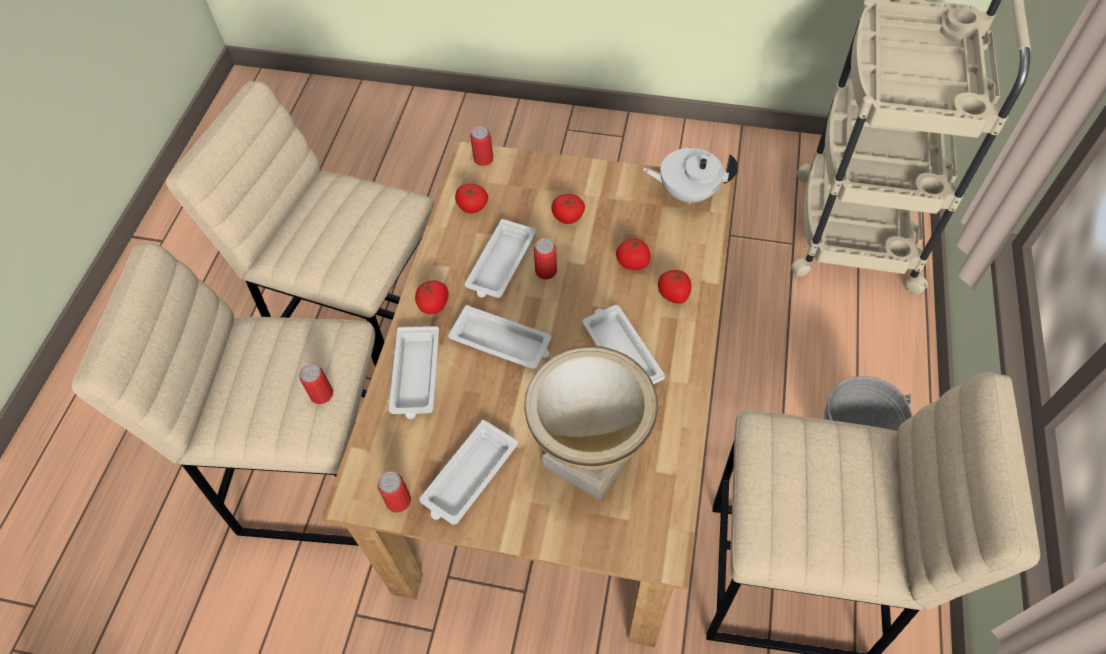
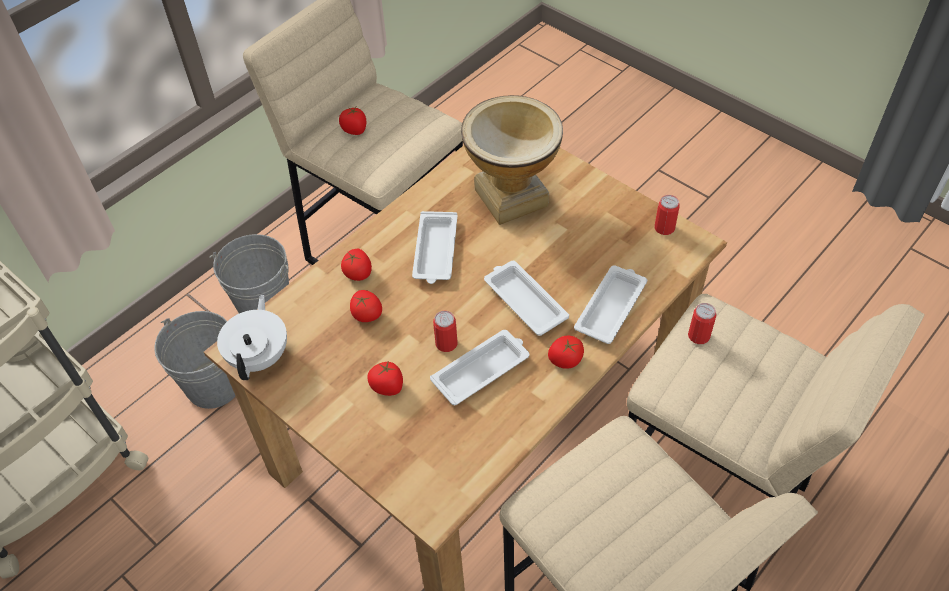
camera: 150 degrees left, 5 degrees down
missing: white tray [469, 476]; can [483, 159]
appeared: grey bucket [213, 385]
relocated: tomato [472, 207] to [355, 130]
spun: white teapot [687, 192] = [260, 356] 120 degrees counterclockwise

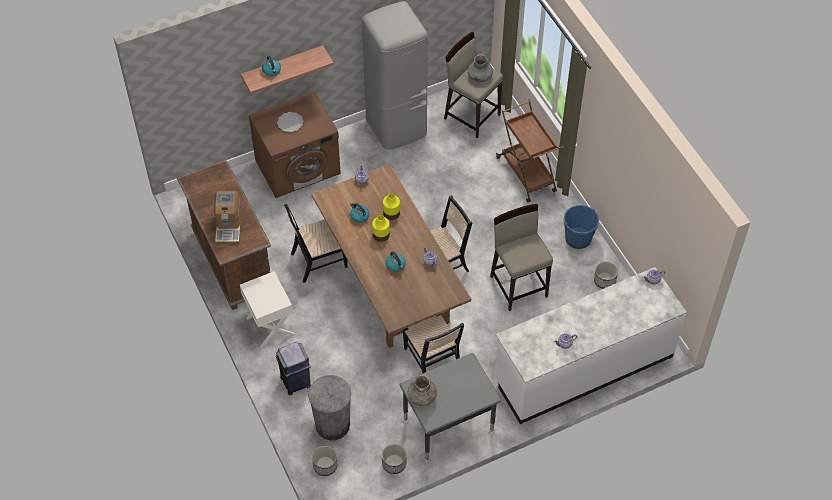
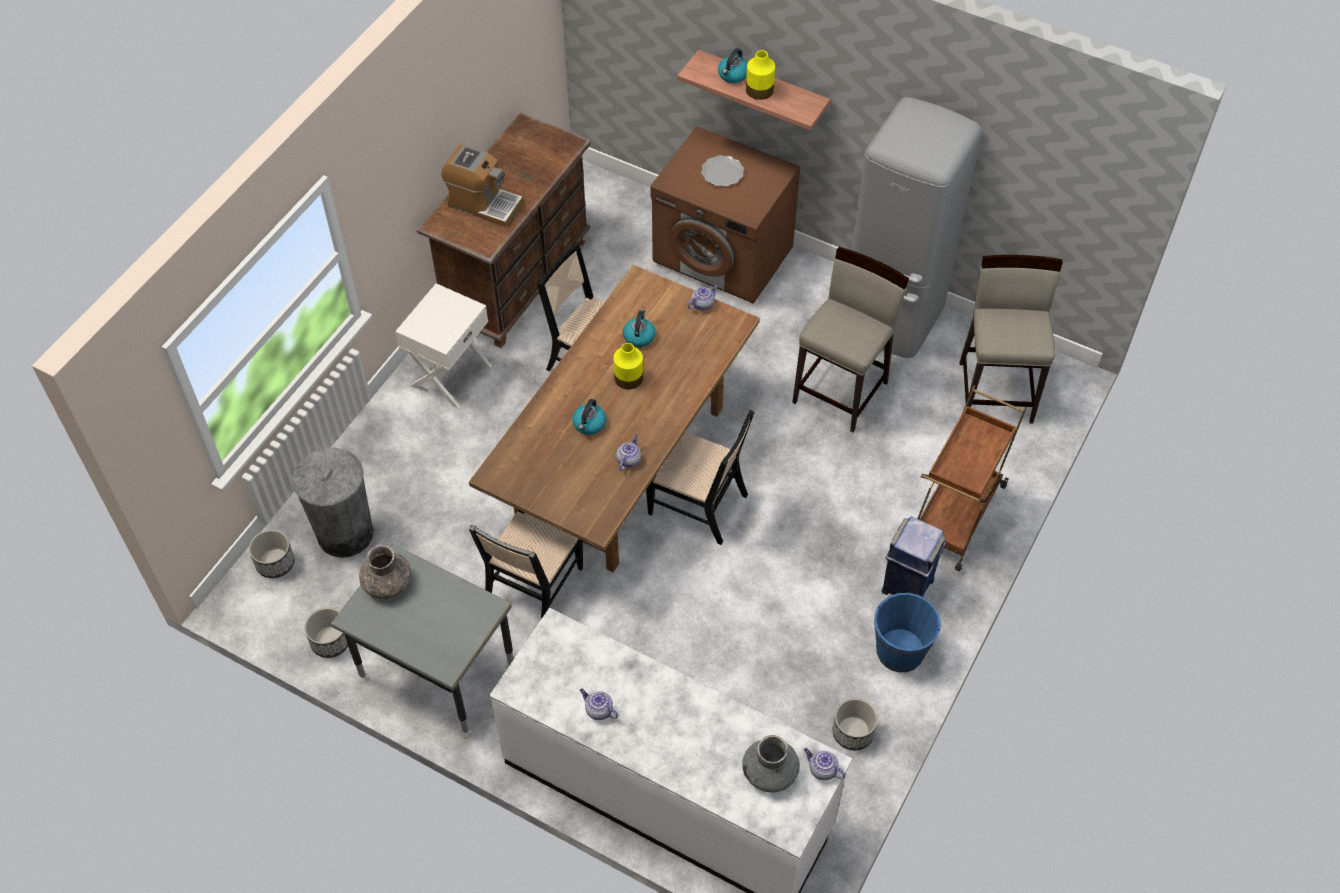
camera: 55 degrees right, 0 degrees up
relocated: grey vase [479, 76] to [770, 772]; yellow vase [391, 213] to [760, 90]; beige stool [519, 285] to [841, 392]; blue trash can [295, 382] to [906, 586]
spun: coffee machine [228, 226] = [484, 203] 120 degrees counterclockwise

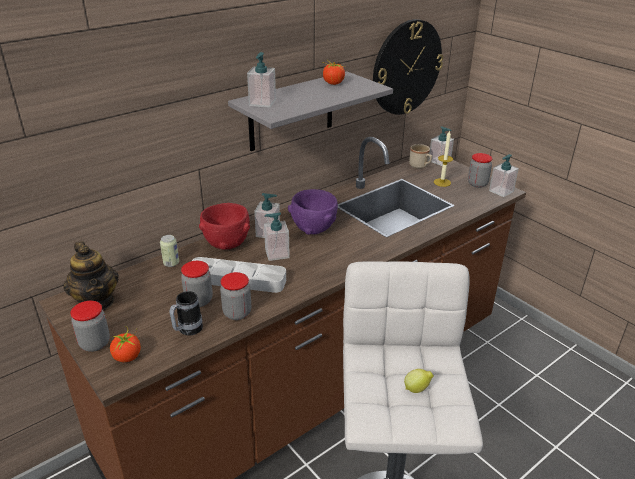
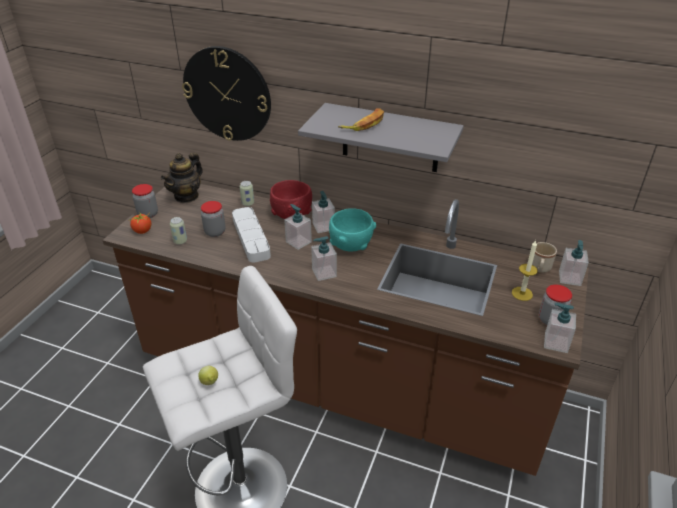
camera: 60 degrees right, 5 degrees up
missing: jar [237, 313]; tomato [333, 83]
appeared: banana [364, 124]
relocated: wall clock [406, 67] to [227, 94]; soap dispenser [262, 103] to [324, 273]
exchanged: mug [187, 331] to can [180, 241]
colour: purple bowl [313, 229] to turquoise bowl [351, 246]

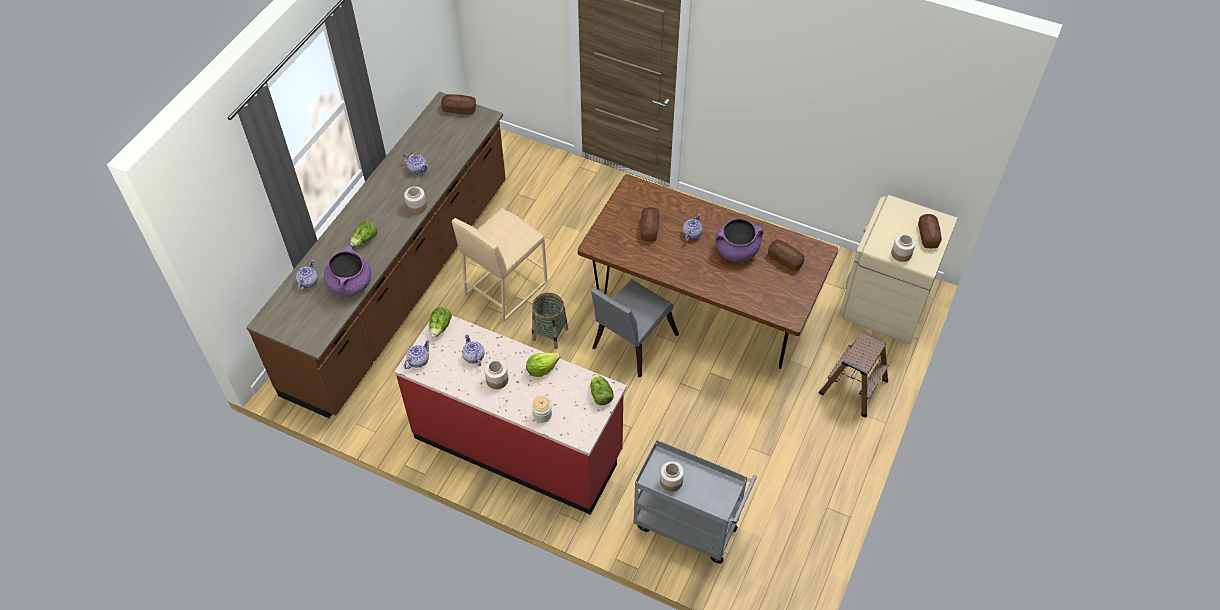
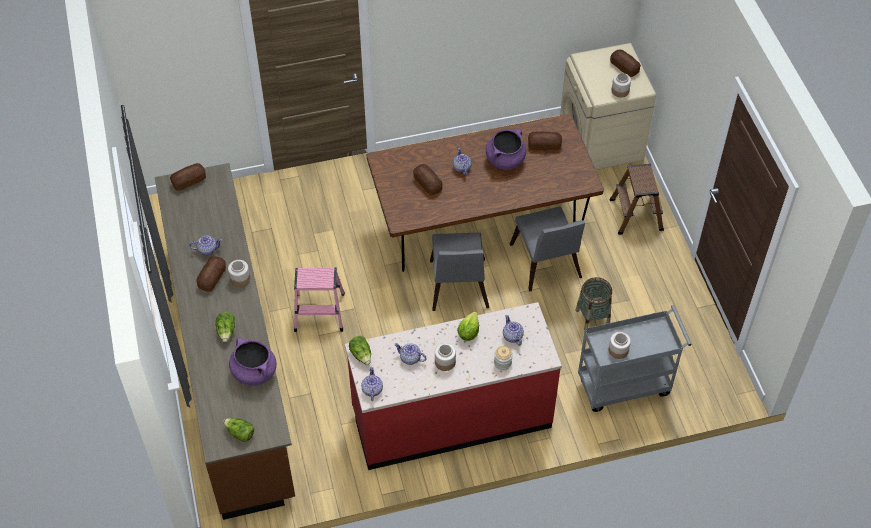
camera: 40 degrees left, 0 degrees up
appeared: bread [212, 278]; grey chair [546, 265]
relocated: lettuce [600, 394] to [240, 433]; teapot [308, 282] to [512, 336]; basket [550, 334] to [592, 317]
exchanged: beige stool [504, 288] to pink step ladder [319, 311]

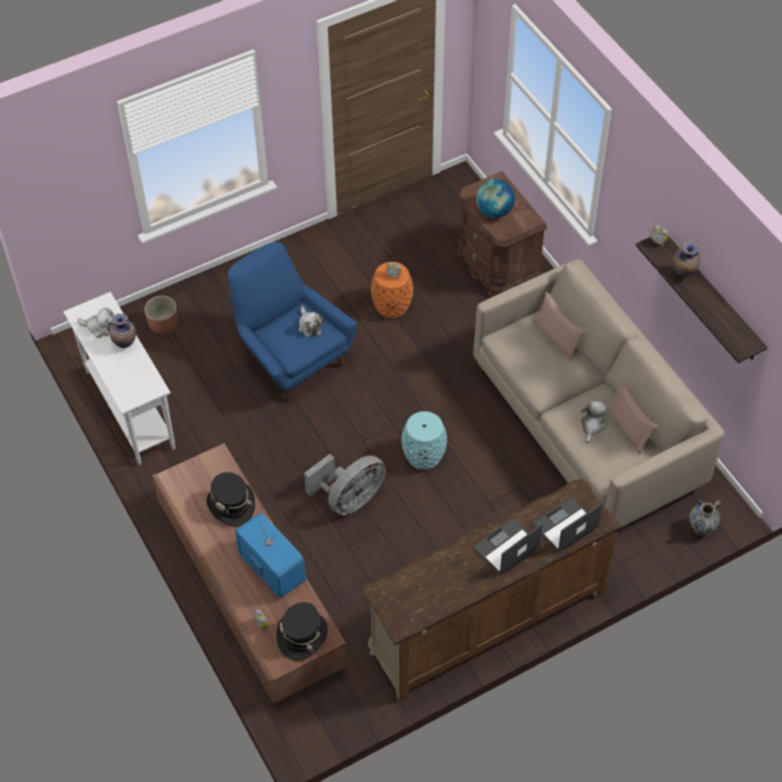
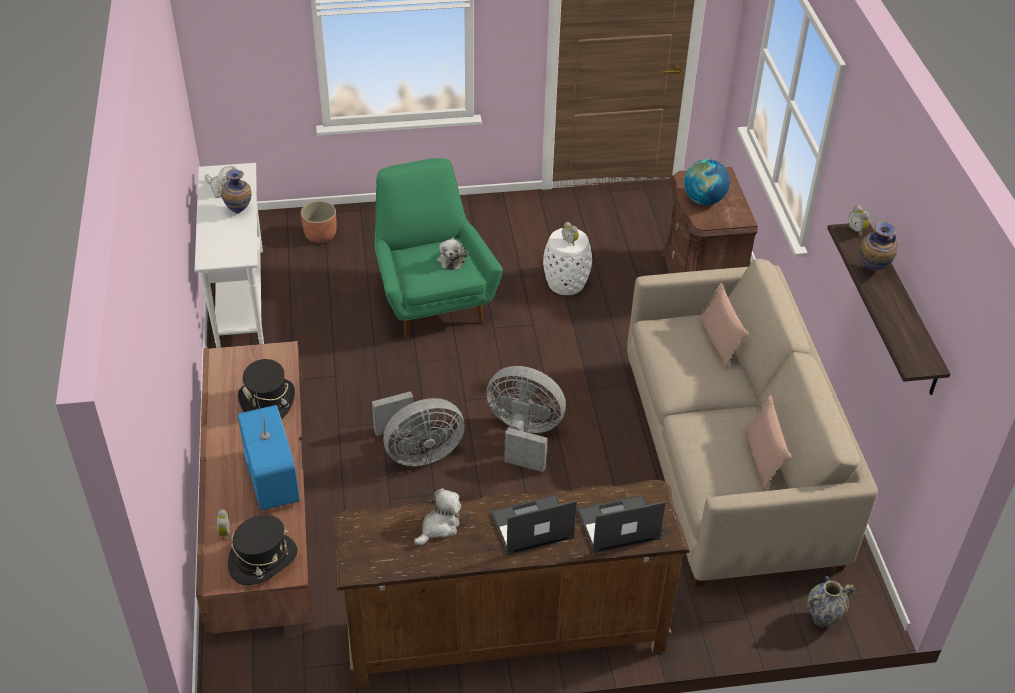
camera: 20 degrees right, 10 degrees down
relocated: plush toy [592, 426] to [439, 526]
exchanged: turquoise stool [423, 456] to grey fan [524, 435]
colour: blue armchair [291, 359] to green armchair [432, 301]; orange stool [392, 306] to white stool [566, 283]

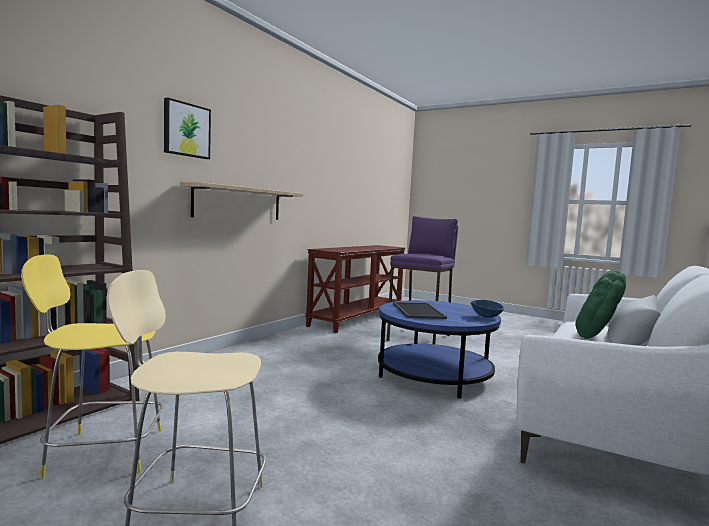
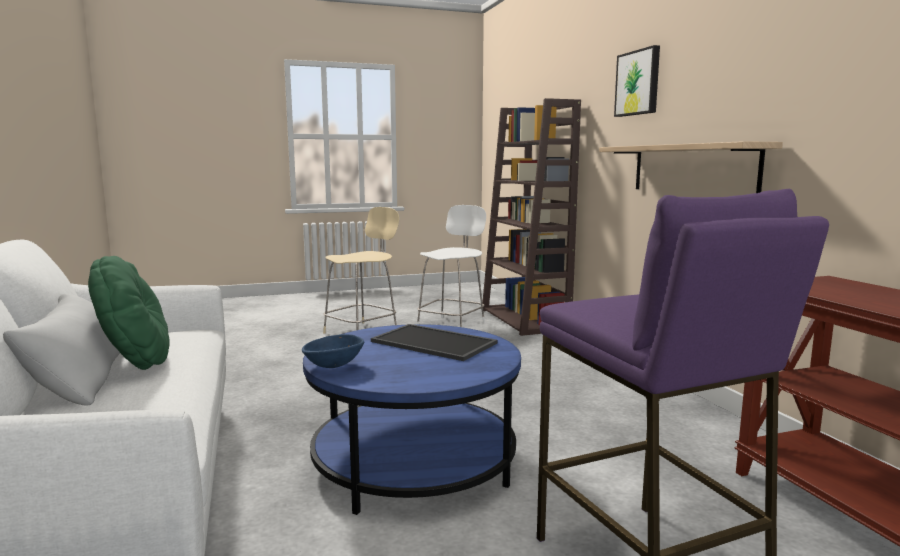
camera: 130 degrees right, 5 degrees up
colour: yellow stool [101, 451] to white stool [452, 325]

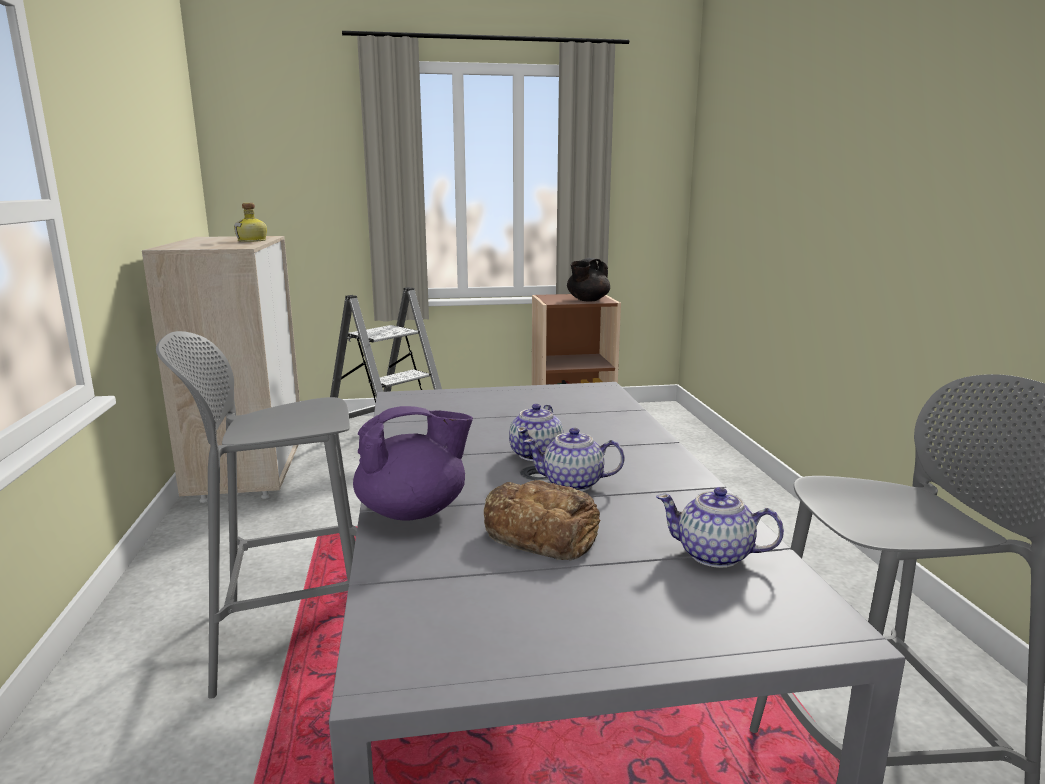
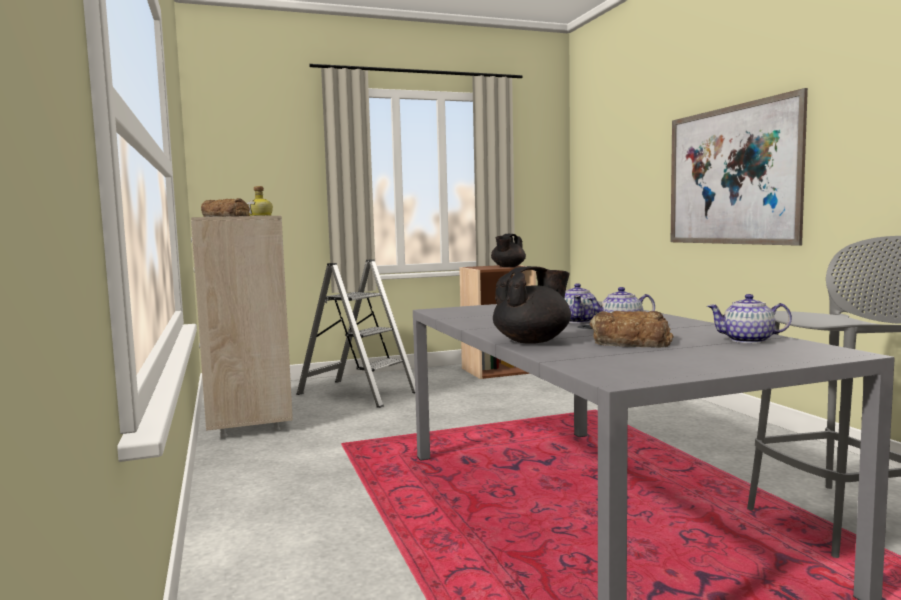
camera: 10 degrees left, 10 degrees down
missing: grey stool [289, 634]
appeared: bread [226, 216]; picture [730, 175]
colour: purple teapot [414, 511] to black teapot [533, 341]

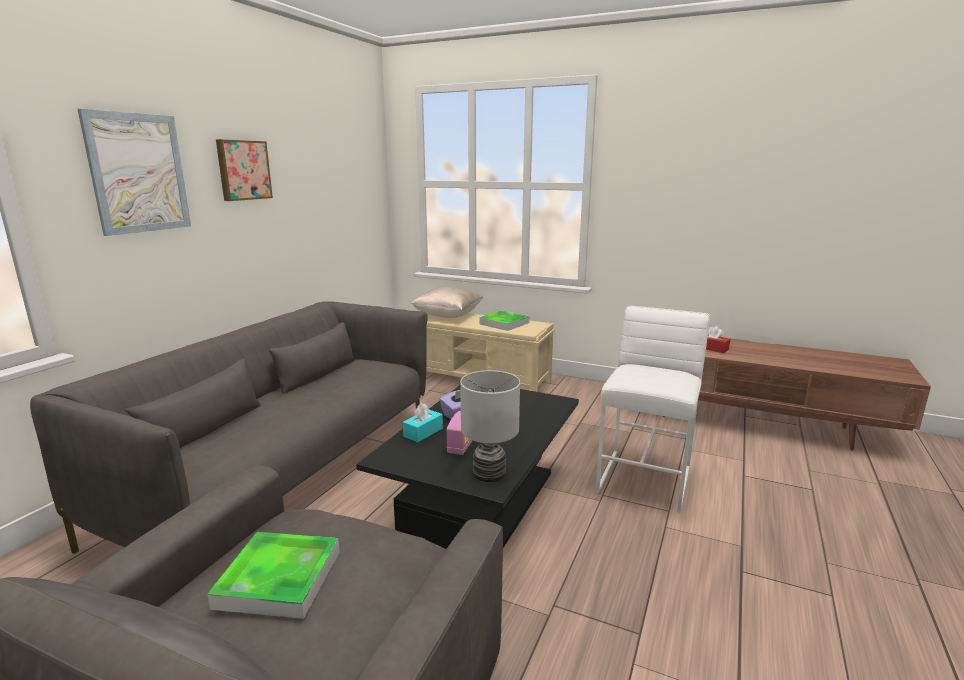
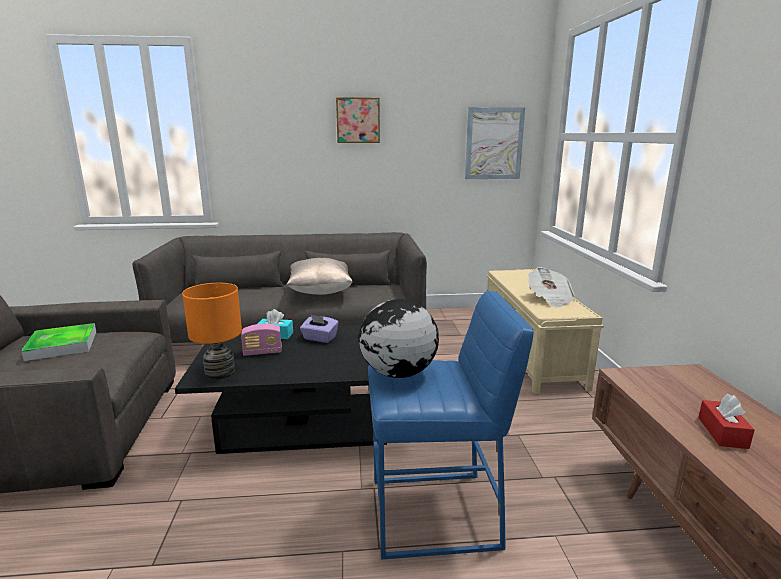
camera: 60 degrees right, 0 degrees up
appeared: globe [397, 373]
relocated: beige pillow [448, 316] to [320, 292]; picture [138, 173] to [494, 143]
exchanged: tray [504, 323] to newspaper [550, 299]
colour: grey table lamp [489, 473] to orange table lamp [220, 372]; white stool [645, 478] to blue stool [436, 513]

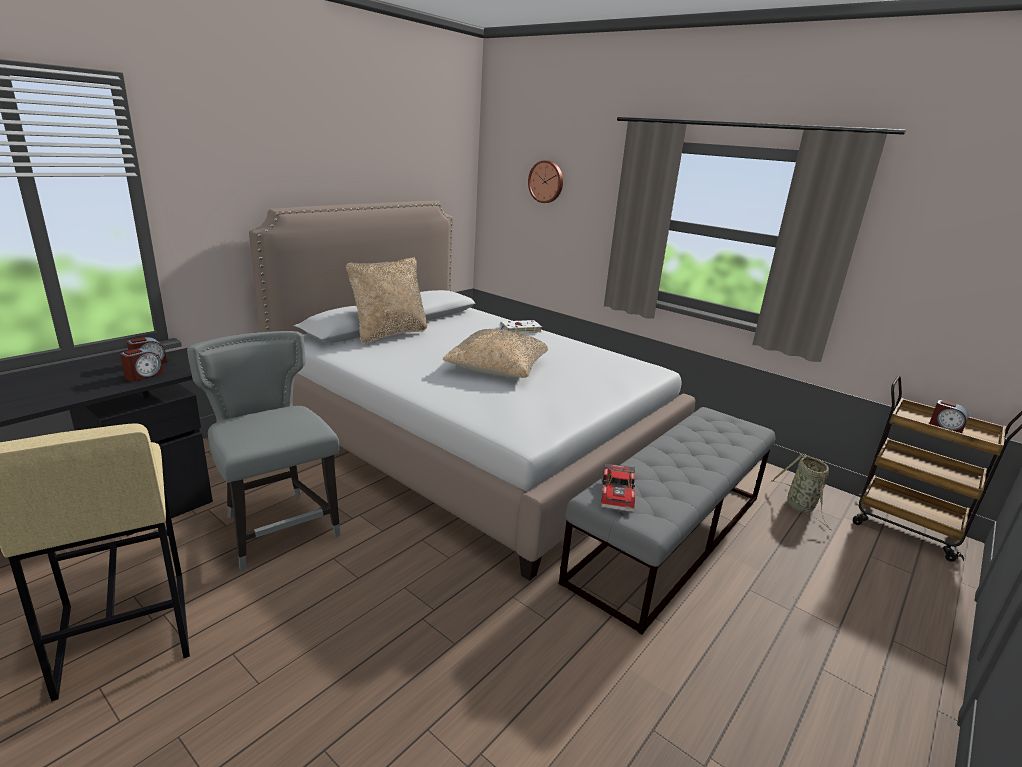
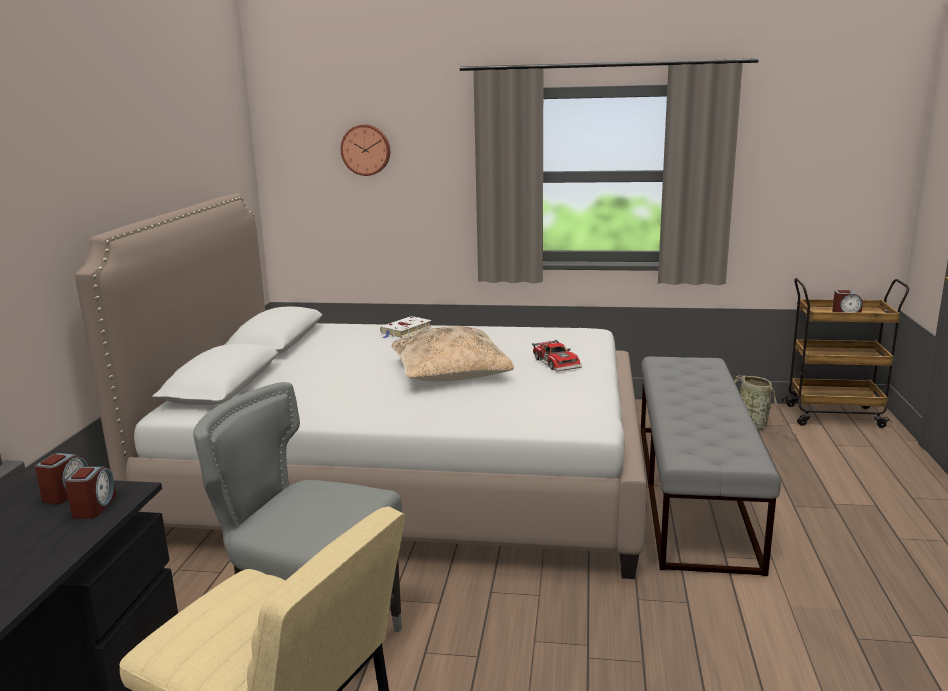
camera: 30 degrees left, 5 degrees down
missing: beige pillow [391, 335]
relocated: toy car [619, 494] to [557, 362]

